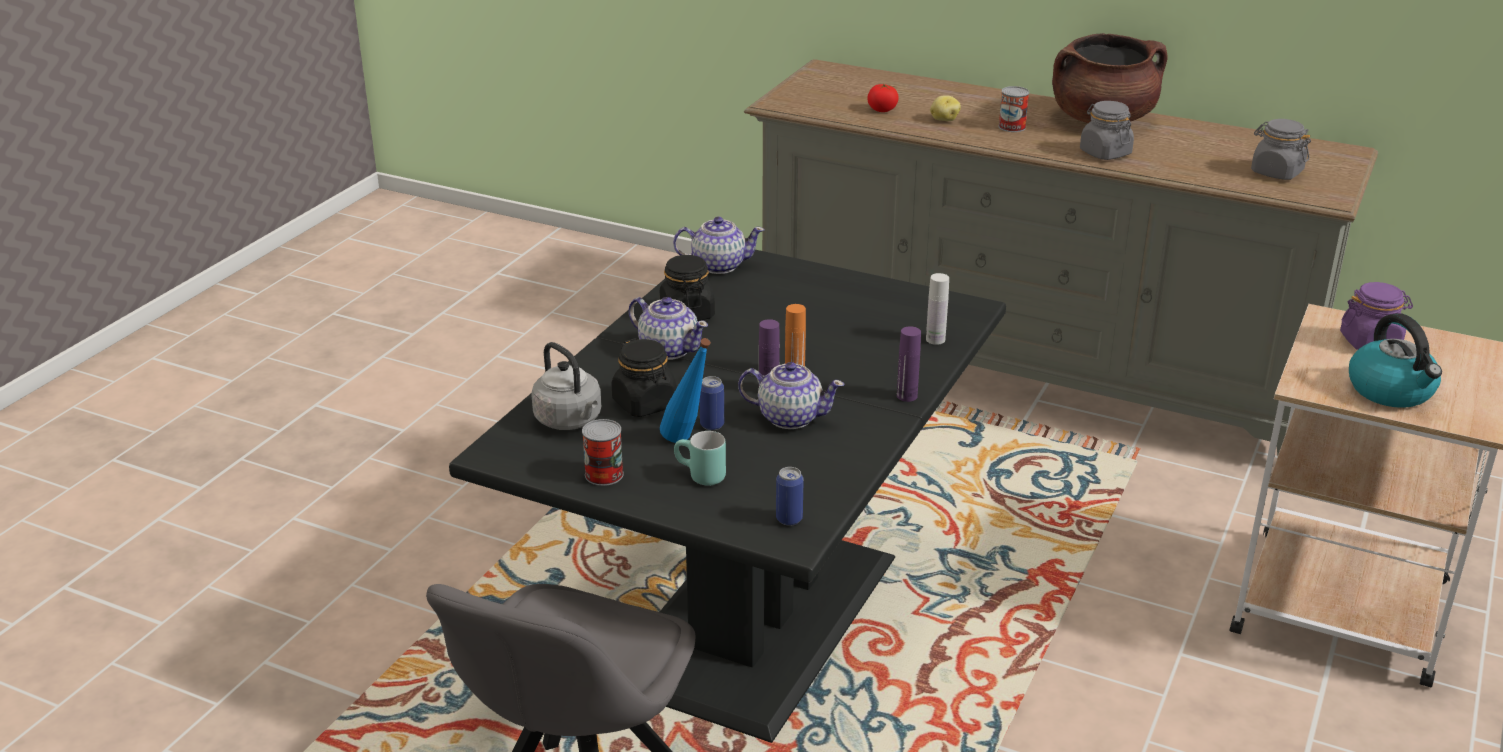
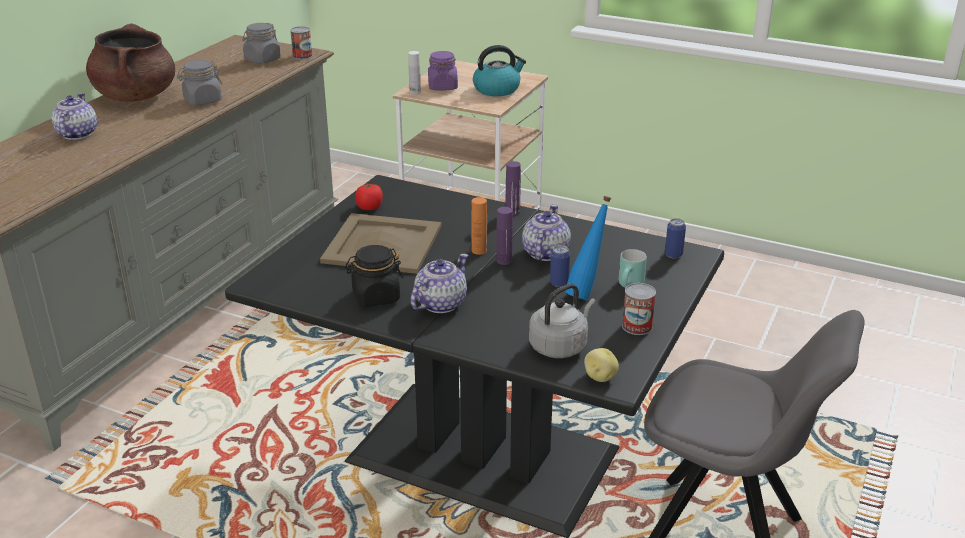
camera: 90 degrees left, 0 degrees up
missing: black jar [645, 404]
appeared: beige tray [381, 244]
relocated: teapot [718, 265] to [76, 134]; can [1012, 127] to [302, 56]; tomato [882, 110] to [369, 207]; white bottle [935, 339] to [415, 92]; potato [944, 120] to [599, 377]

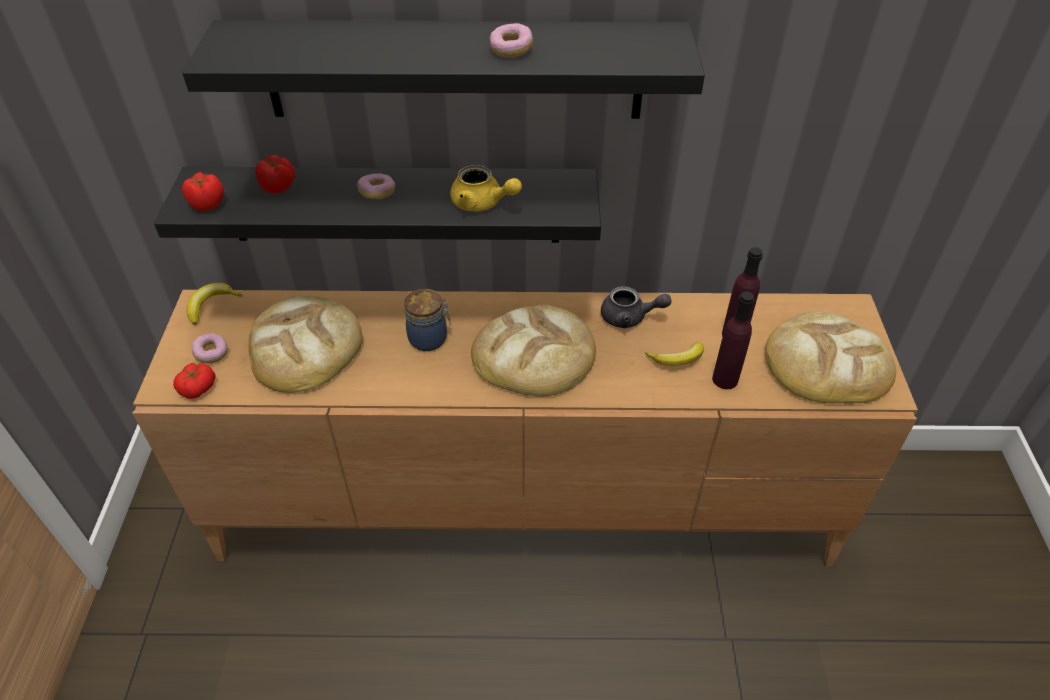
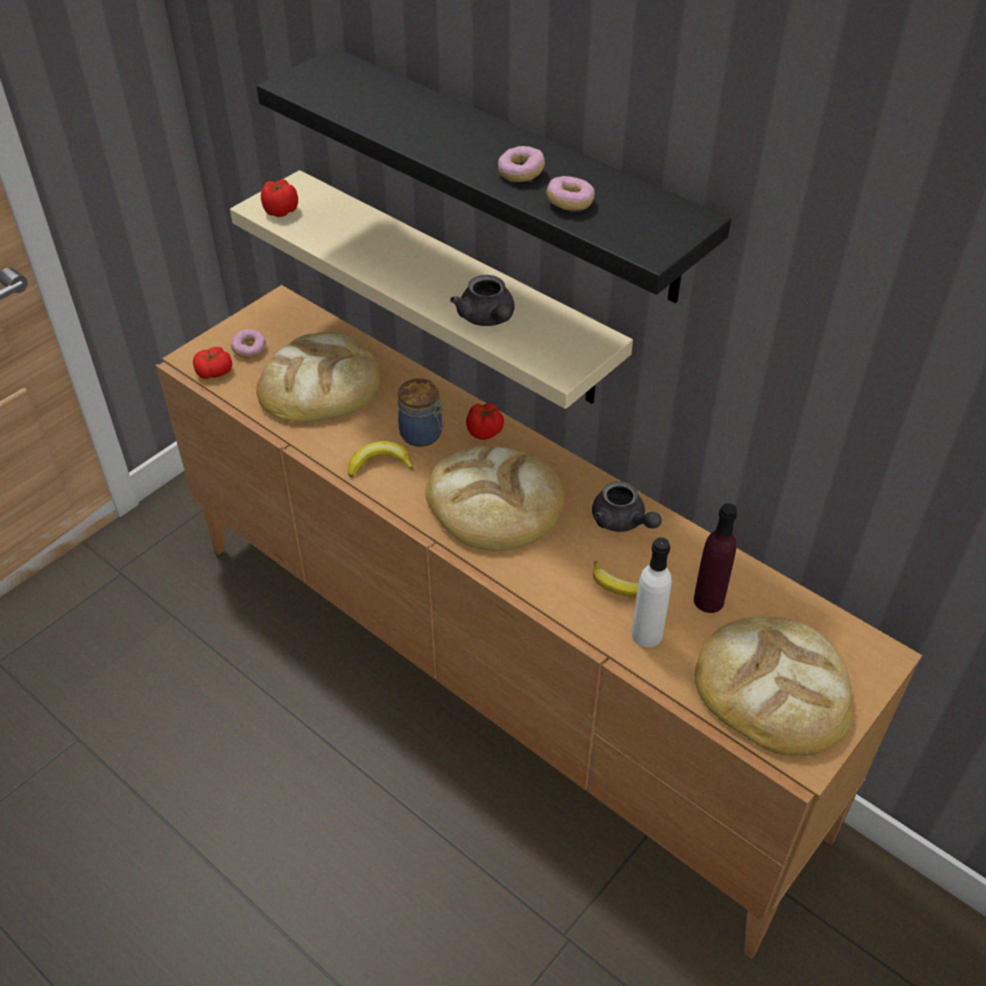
camera: 40 degrees right, 0 degrees up
relocated: banana [211, 305] to [380, 464]; tomato [279, 186] to [485, 432]; donut [377, 193] to [570, 203]
colour: black shelf [394, 205] to beige shelf [453, 287]; yellow teapot [482, 203] to grey teapot [488, 319]; purple bottle [725, 379] to white bottle [646, 634]

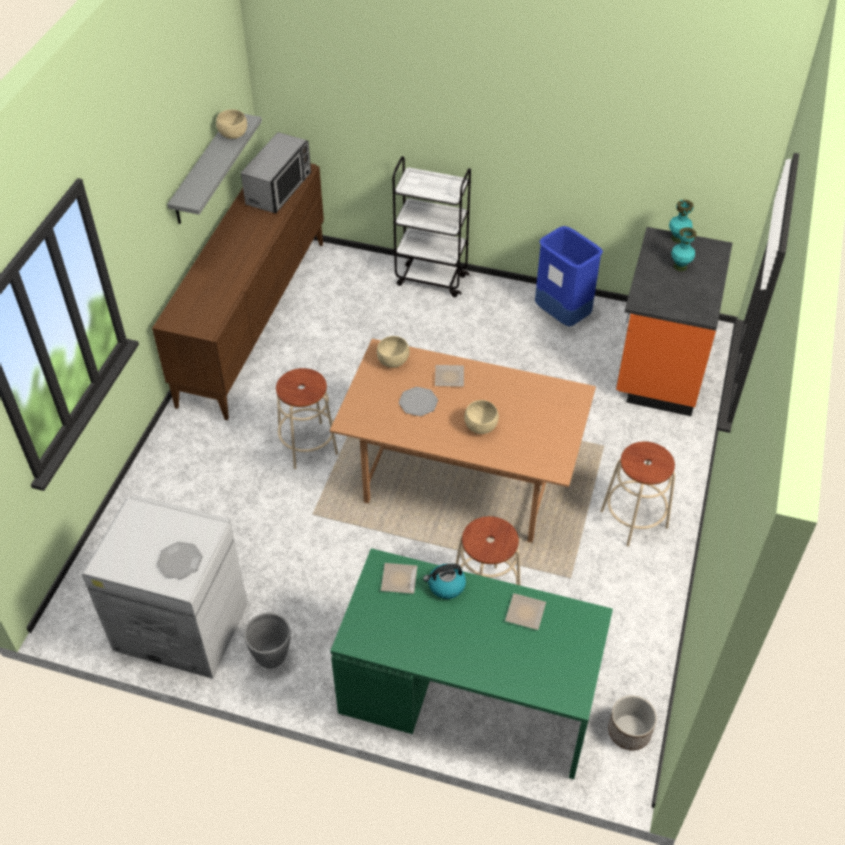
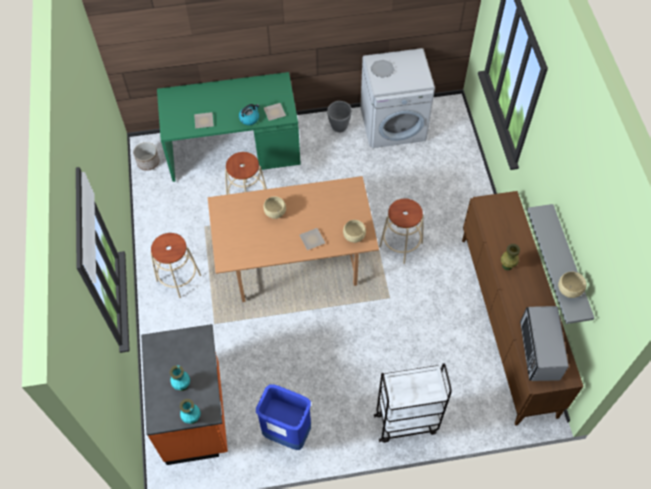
camera: 155 degrees right, 10 degrees up
missing: plate [418, 402]
appeared: green vase [507, 265]

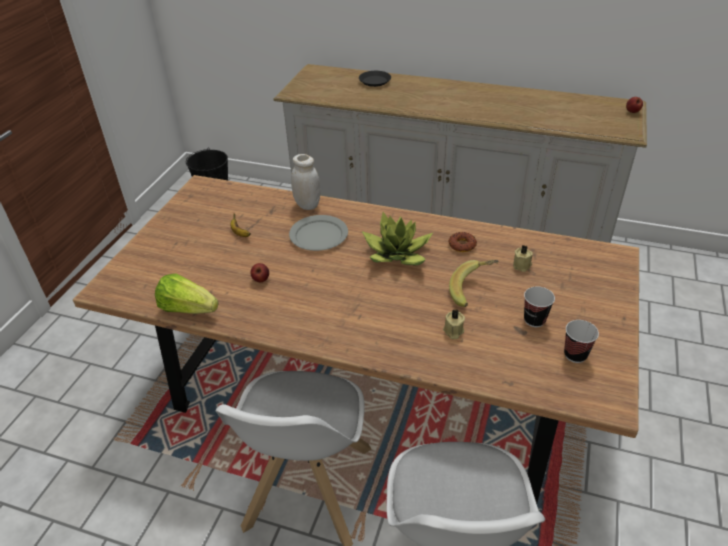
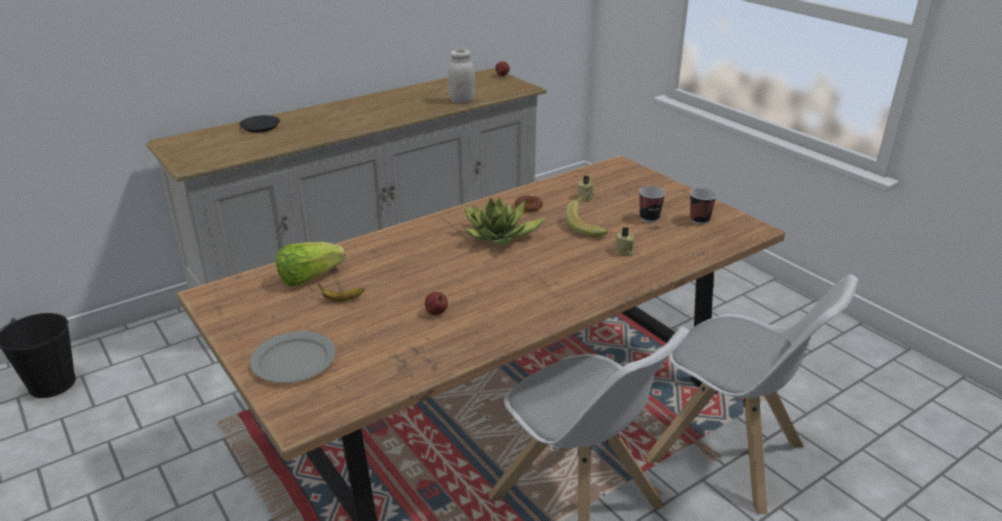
camera: 55 degrees left, 10 degrees down
relocated: grey plate [319, 235] to [294, 360]; lettuce [188, 309] to [309, 277]; white jar [307, 205] to [461, 100]

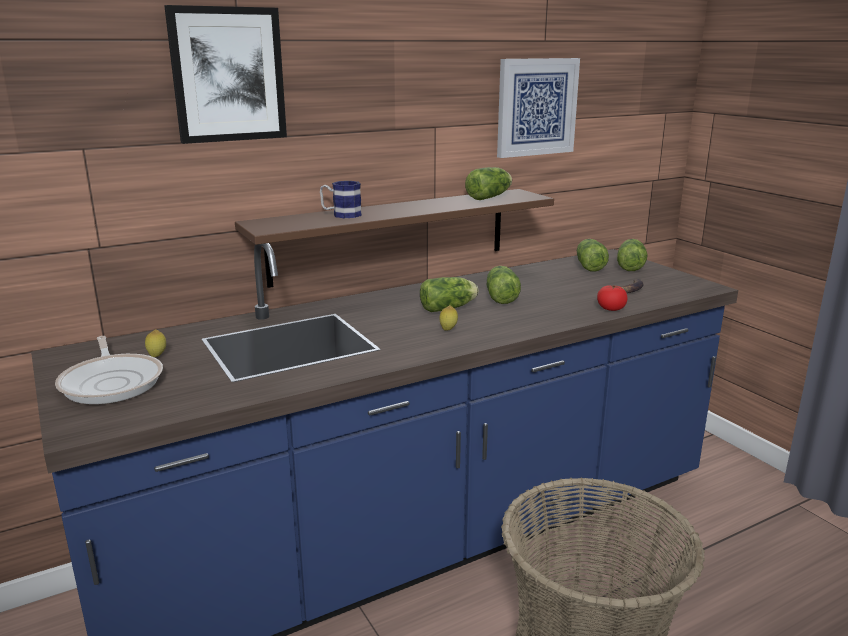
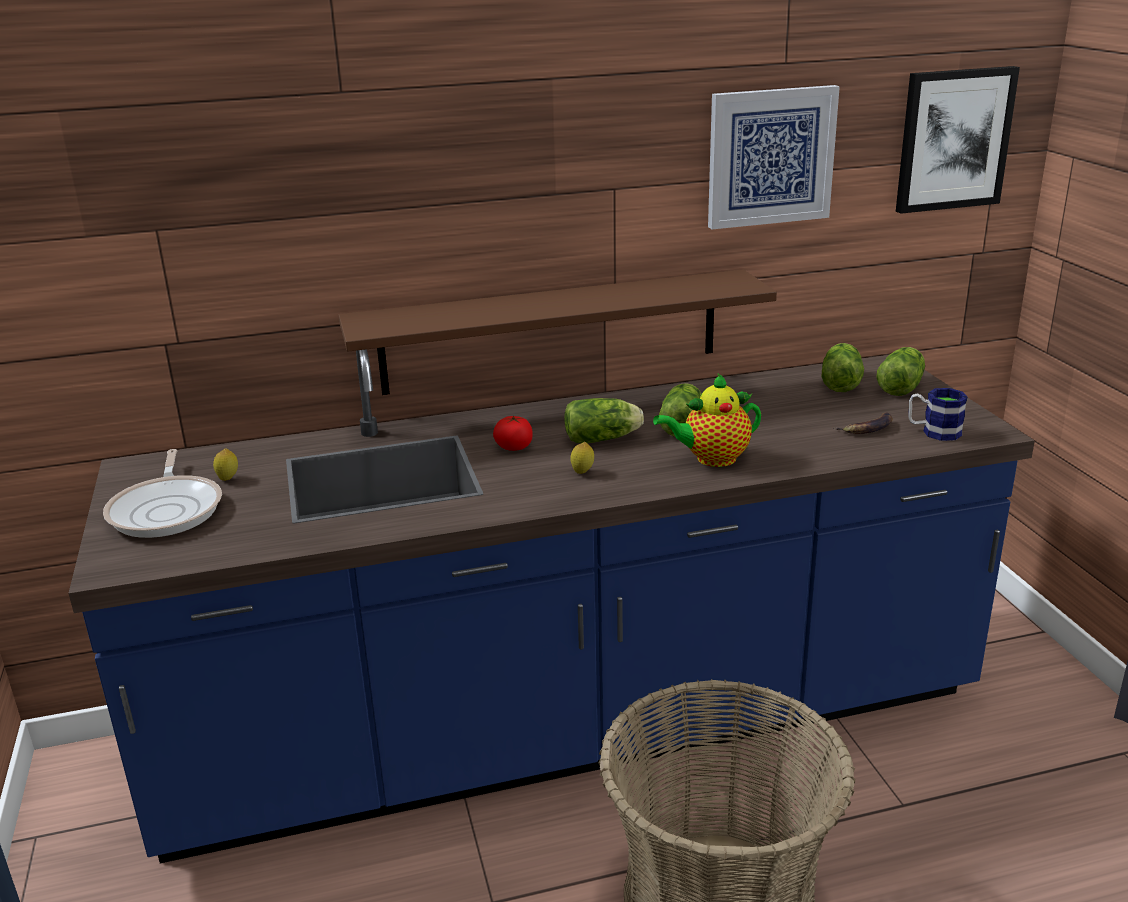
camera: 15 degrees right, 5 degrees up
missing: lettuce [490, 197]
appeared: teapot [711, 459]
relocated: tomato [611, 309] to [514, 447]; picture [228, 75] to [953, 139]; mug [341, 215] to [933, 432]

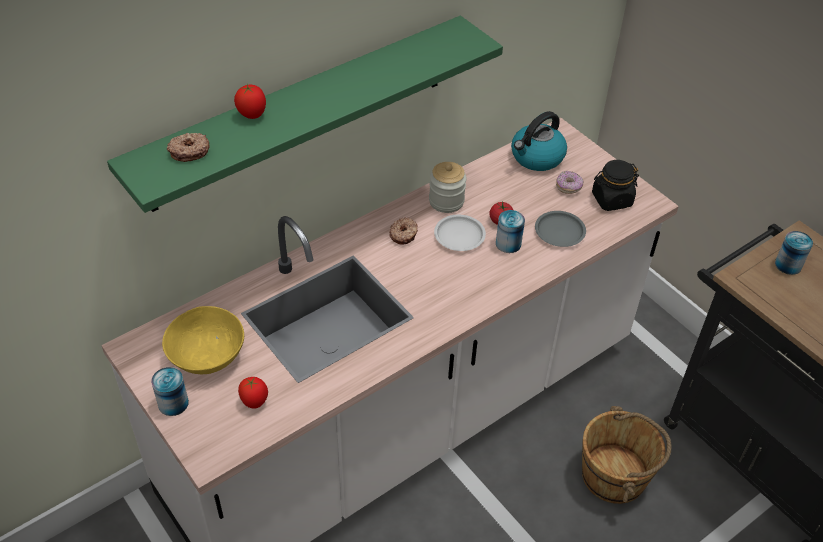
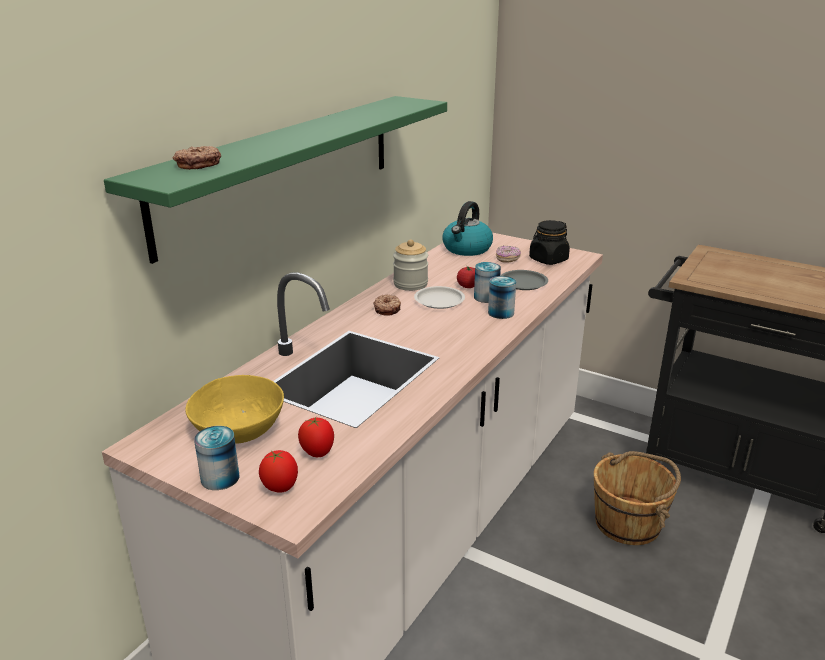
camera: 20 degrees left, 20 degrees down
relocated: tomato [252, 115] to [280, 488]; can [788, 265] to [501, 313]

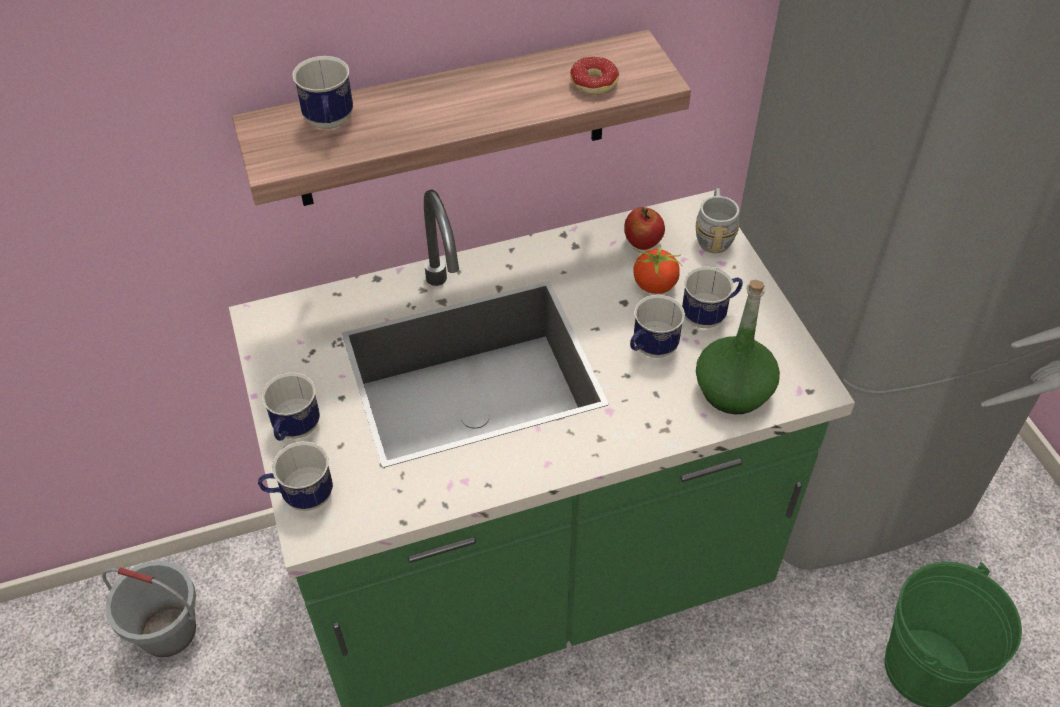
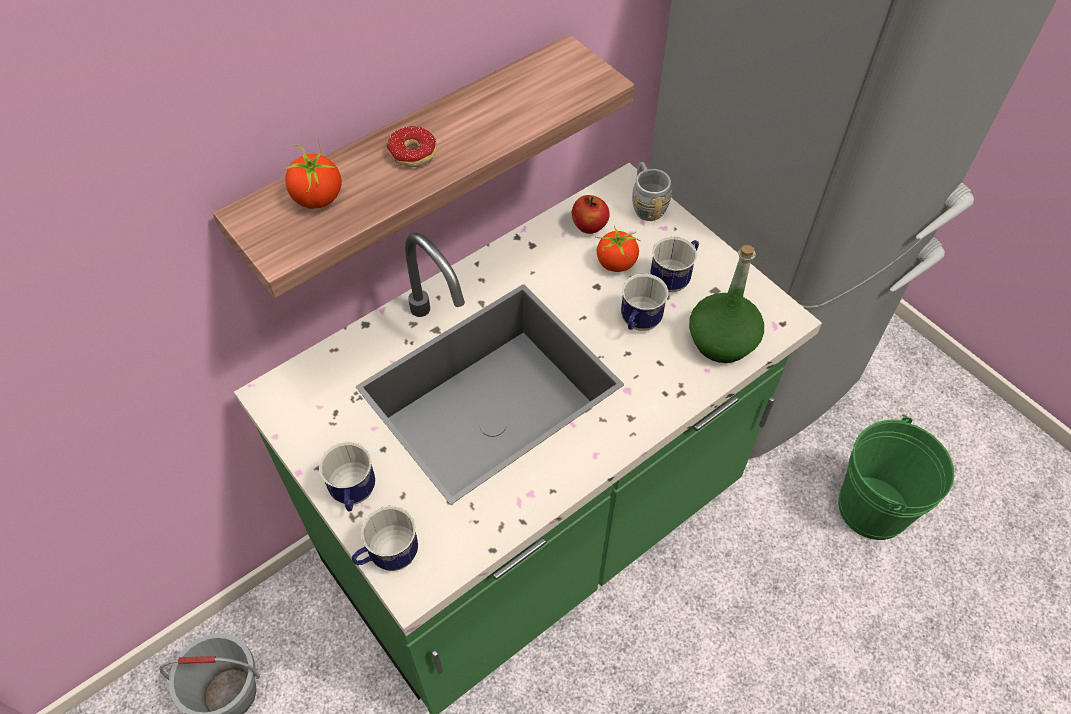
camera: 20 degrees left, 5 degrees up
relocated: donut [586, 86] to [406, 158]
exchanged: mug [330, 124] to tomato [317, 198]

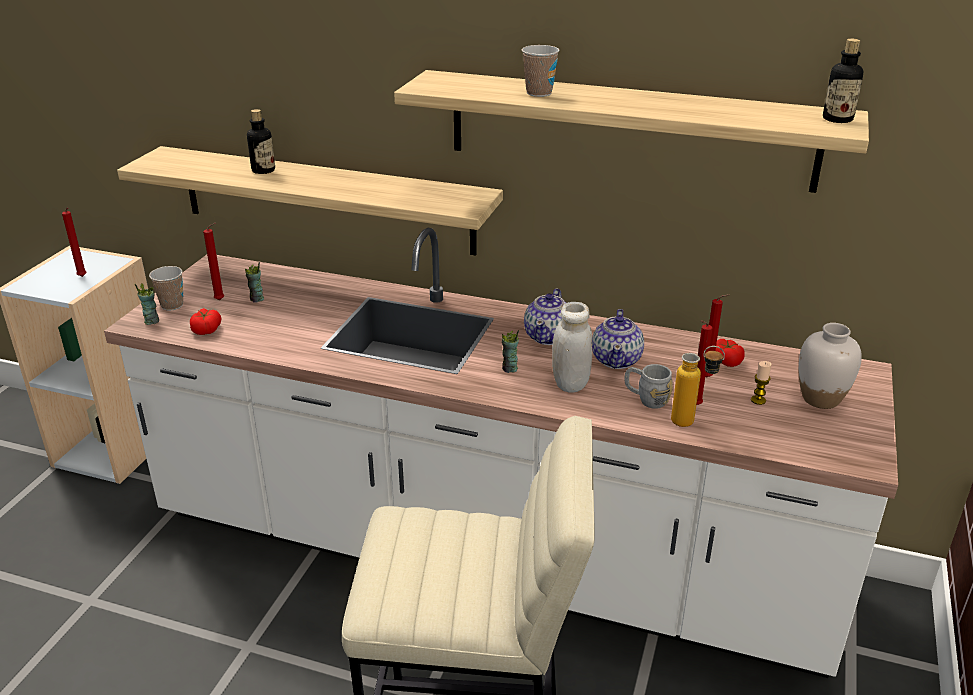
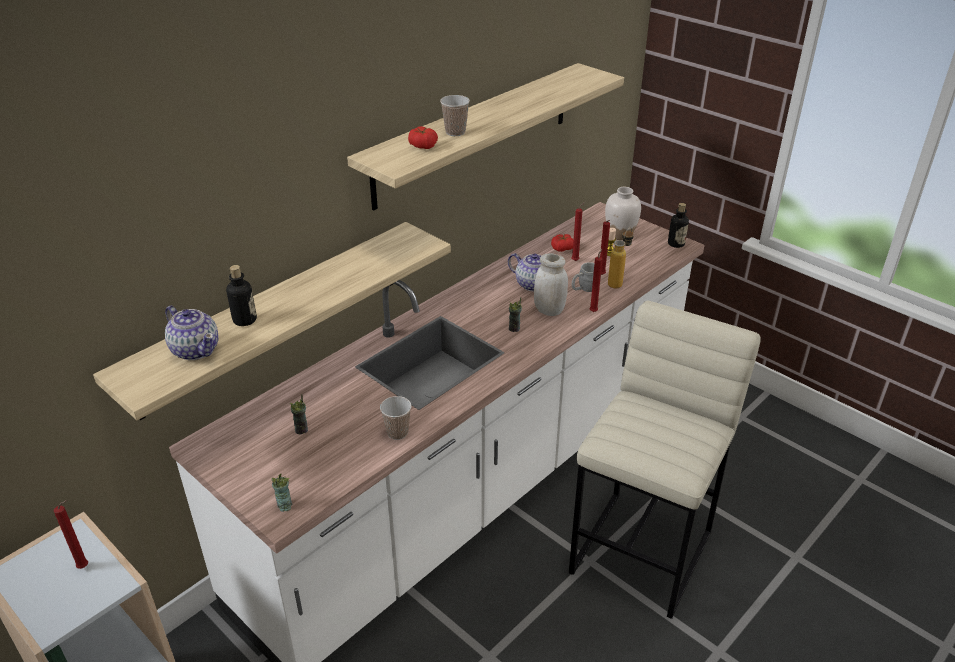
camera: 65 degrees left, 5 degrees up
relocated: teapot [549, 336] to [195, 349]; cup [172, 305] to [397, 433]; tomato [206, 329] to [423, 146]; red candle [221, 300] to [594, 311]; bottle [837, 119] to [676, 244]

